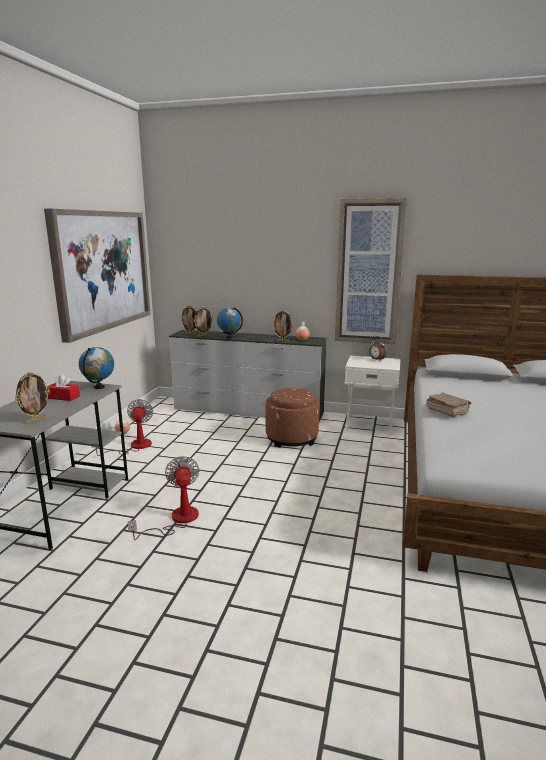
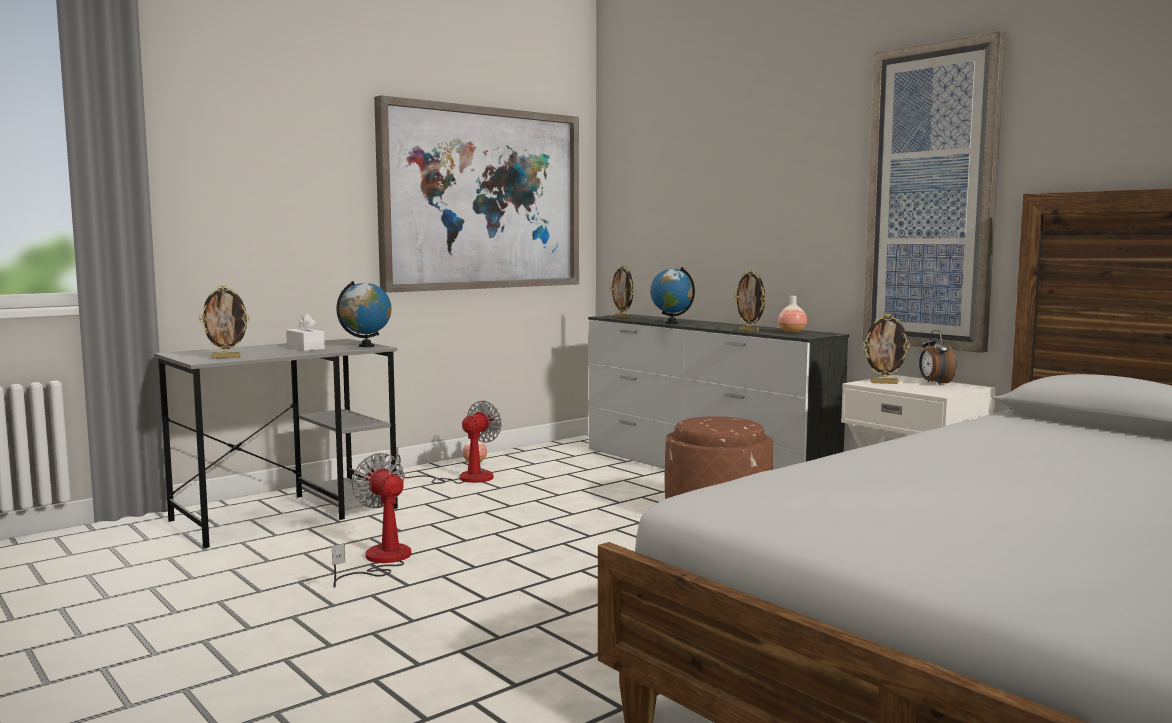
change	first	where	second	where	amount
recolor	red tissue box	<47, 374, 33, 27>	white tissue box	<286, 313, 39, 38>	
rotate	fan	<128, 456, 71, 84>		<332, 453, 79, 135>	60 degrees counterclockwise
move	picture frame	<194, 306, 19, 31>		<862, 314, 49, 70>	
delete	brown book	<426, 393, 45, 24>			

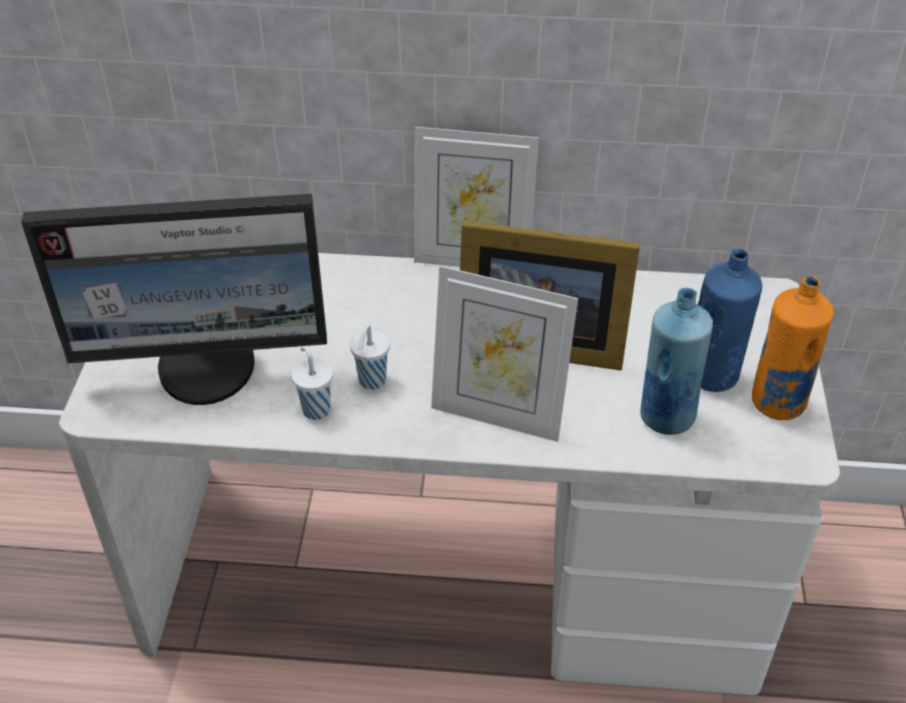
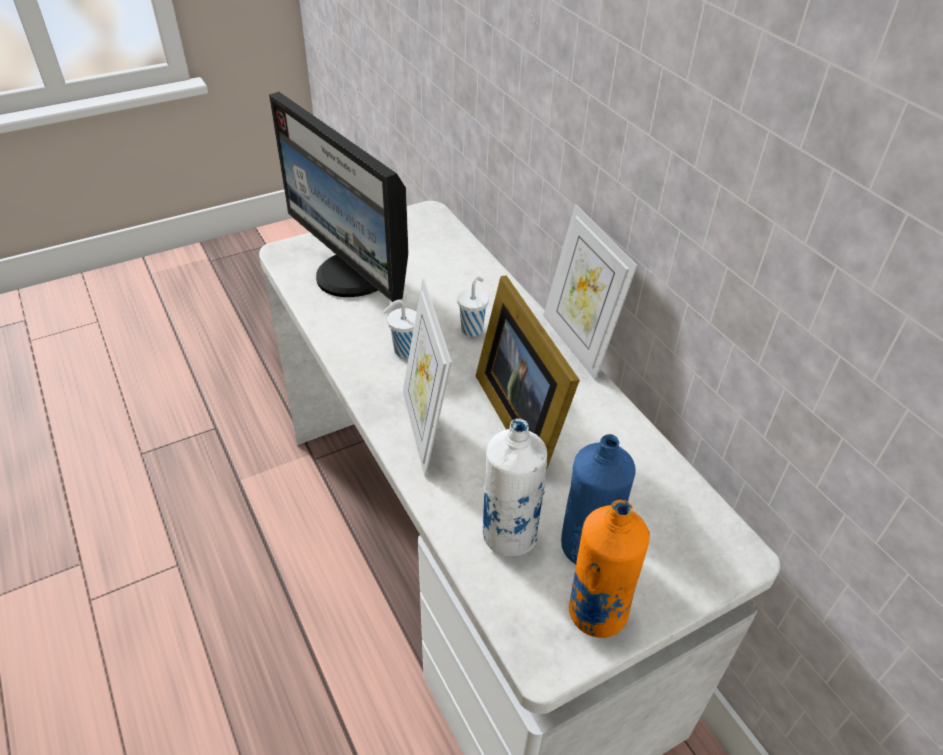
change	first	where	second	where	amount
move	white cup	<292, 346, 41, 74>		<457, 276, 32, 61>	
recolor	blue bottle	<640, 288, 73, 147>	white bottle	<483, 418, 64, 139>	

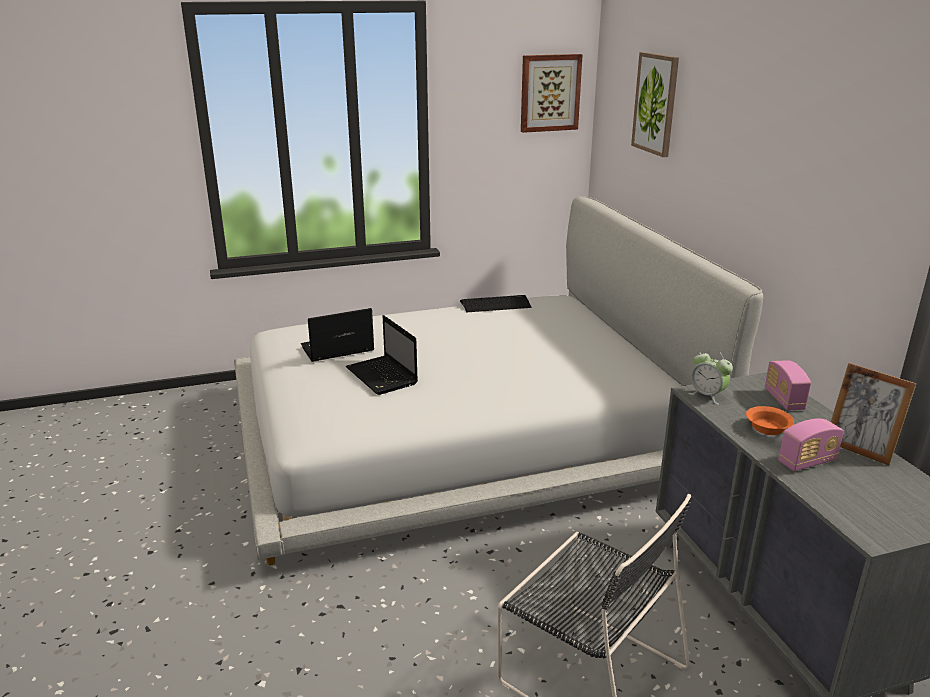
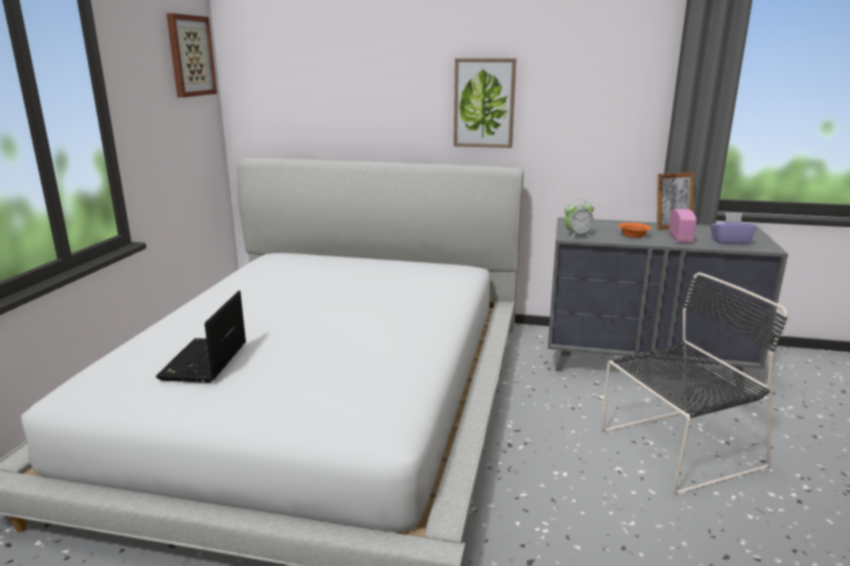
change	first	where	second	where	amount
move	picture	<631, 52, 48, 105>		<454, 58, 62, 90>	
insert			purple tissue box	<710, 212, 47, 32>	
delete	laptop	<346, 315, 72, 80>			
delete	keyboard	<460, 295, 72, 17>			
delete	radio	<765, 360, 46, 51>			

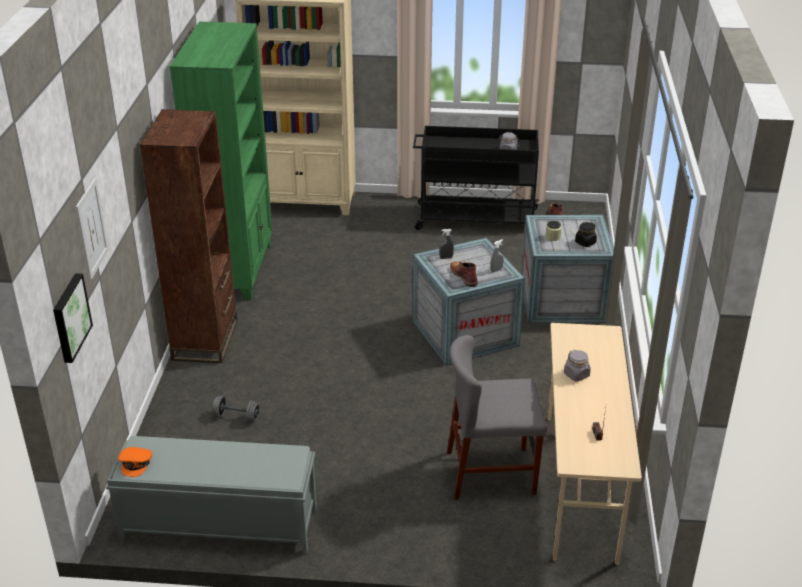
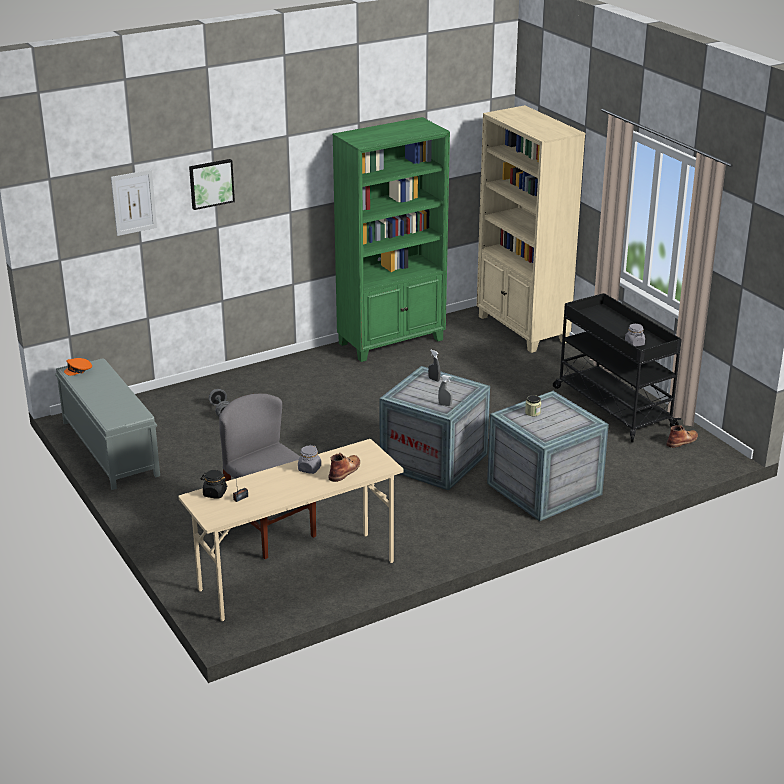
change	first	where	second	where	amount
move	picture	<53, 273, 40, 90>		<189, 159, 46, 51>	
move	black jar	<575, 222, 22, 25>		<201, 470, 26, 29>	
move	brown boot	<450, 261, 28, 26>		<329, 453, 31, 29>	
delete	brown bookcase	<140, 109, 98, 254>			

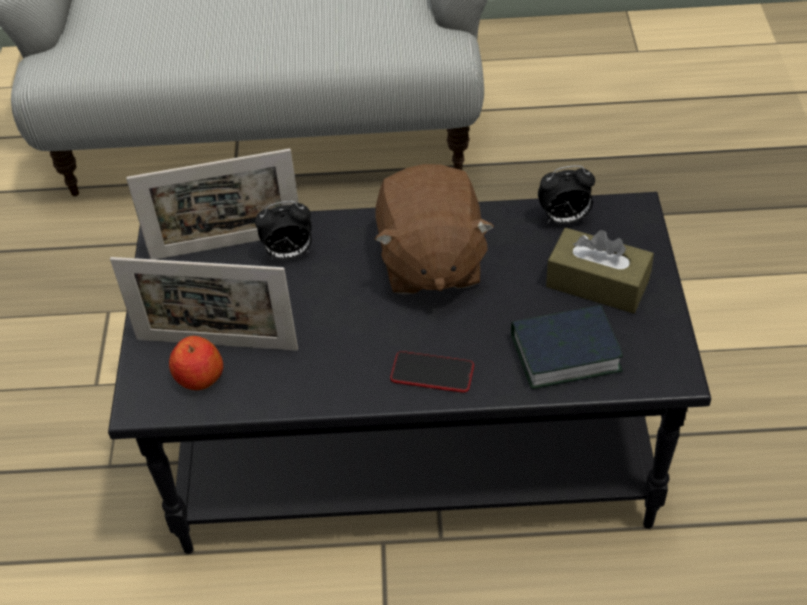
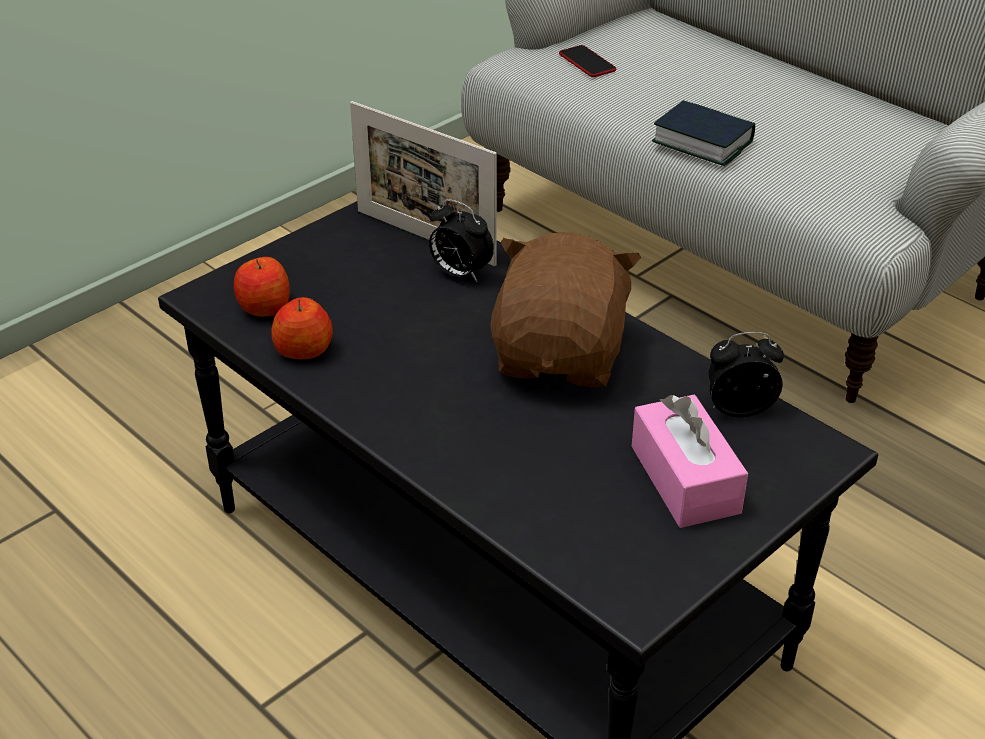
change	first	where	second	where	amount
insert			apple	<271, 297, 62, 62>	
rotate	brown plush toy	<375, 164, 119, 131>		<490, 233, 151, 154>	150 degrees clockwise
move	phone	<390, 351, 84, 42>		<559, 45, 57, 32>	
recolor	brown tissue box	<546, 228, 108, 86>	pink tissue box	<632, 395, 116, 133>	
move	book	<511, 305, 112, 84>		<652, 100, 103, 66>	
rotate	alarm clock	<538, 165, 57, 59>		<709, 332, 75, 85>	135 degrees clockwise
delete	picture frame	<110, 257, 188, 94>			

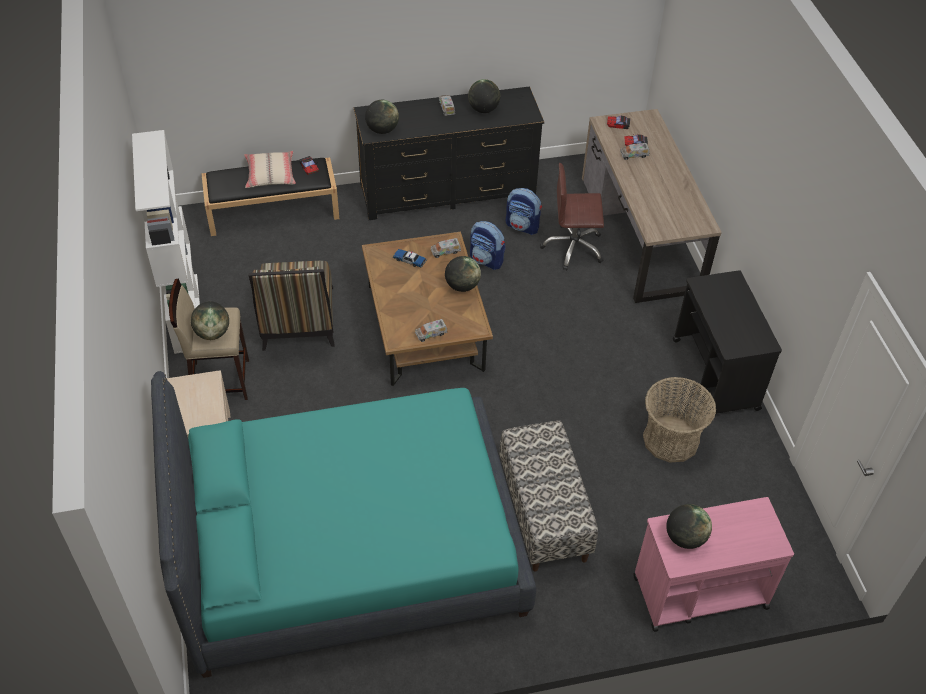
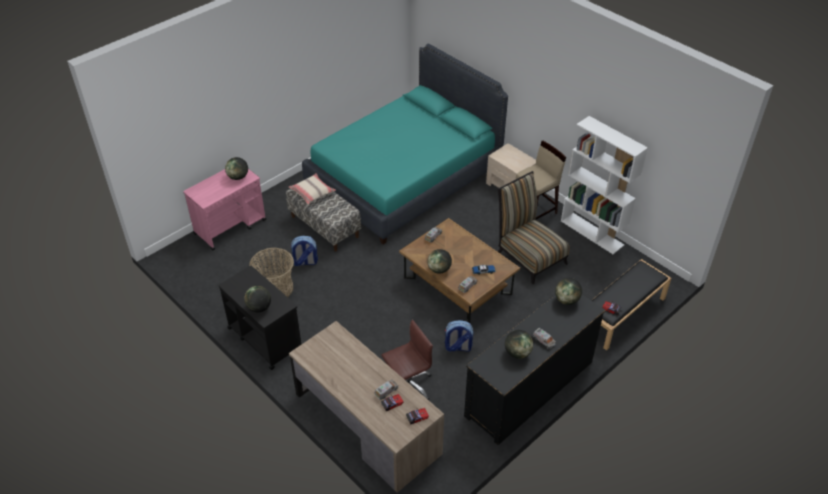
change	first	where	second	where	amount
move	globe	<191, 301, 38, 39>		<244, 286, 27, 26>	
move	beige pillow	<244, 151, 52, 37>		<289, 173, 47, 31>	
move	backpack	<506, 188, 36, 47>		<290, 236, 28, 30>	

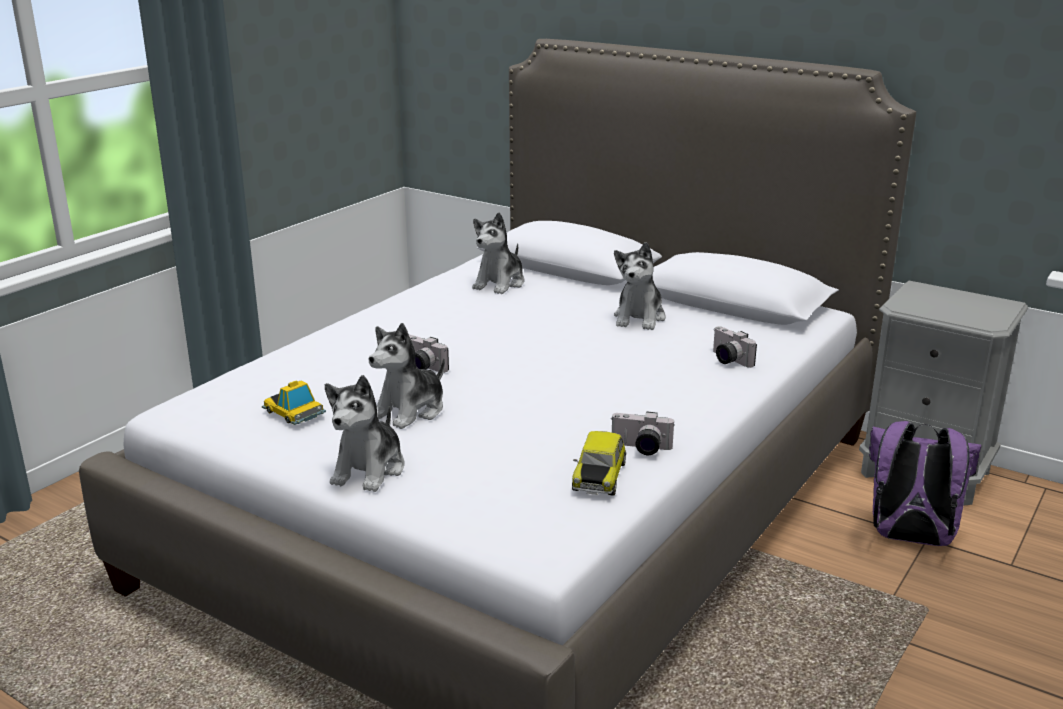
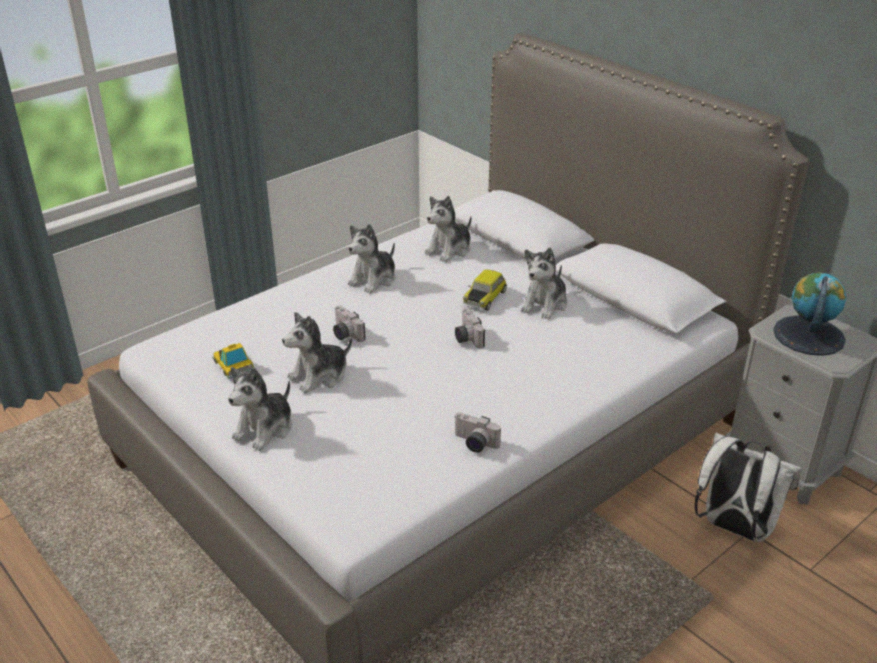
change	first	where	second	where	amount
insert			plush toy	<348, 224, 47, 70>	
move	photo camera	<713, 326, 44, 42>		<455, 309, 30, 39>	
move	toy car	<572, 431, 55, 65>		<463, 270, 44, 40>	
recolor	purple backpack	<869, 421, 112, 125>	white backpack	<695, 433, 107, 109>	
insert			globe	<773, 272, 73, 84>	

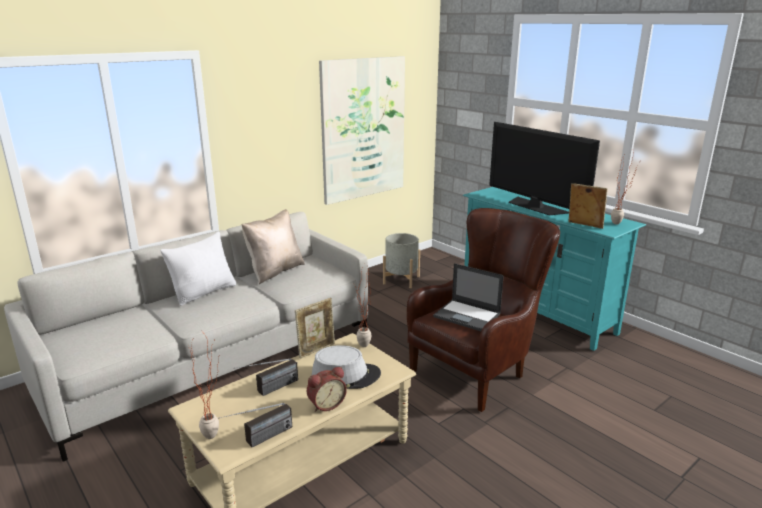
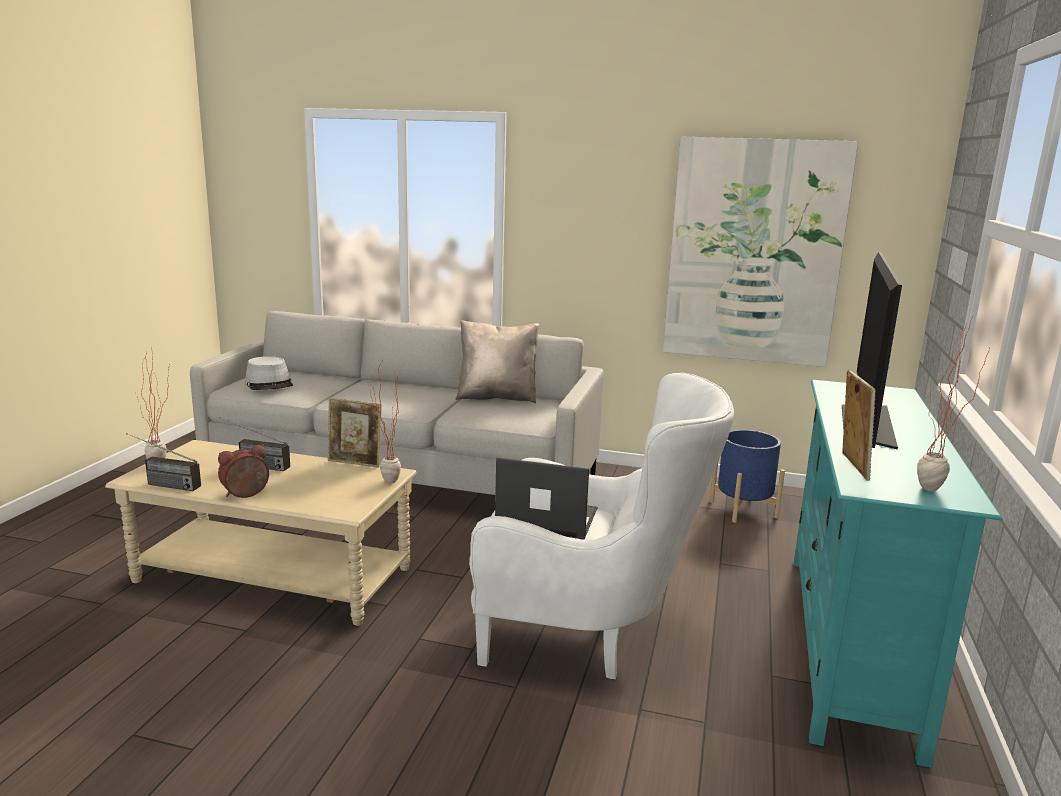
change	first	where	second	where	amount
rotate	alarm clock	<307, 367, 40, 45>		<218, 445, 51, 53>	120 degrees clockwise
move	grey hat	<311, 345, 70, 44>		<245, 356, 48, 34>	
recolor	brown armchair	<407, 208, 153, 204>	white armchair	<469, 373, 265, 306>	
rotate	laptop	<433, 263, 71, 68>		<495, 457, 102, 82>	105 degrees clockwise
recolor	grey planter	<383, 233, 37, 55>	blue planter	<710, 430, 75, 93>	
delete	white pillow	<161, 232, 75, 74>			

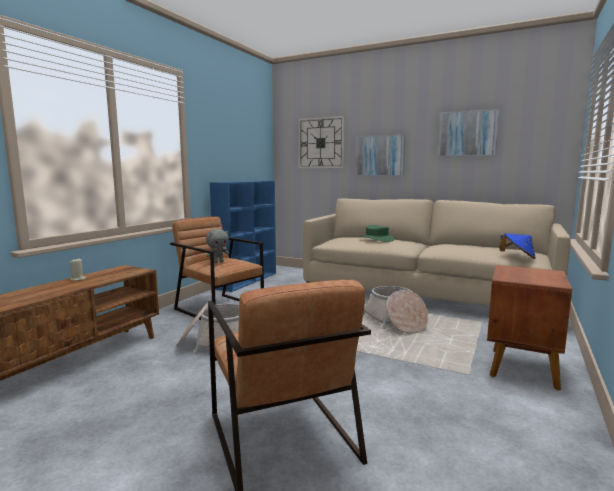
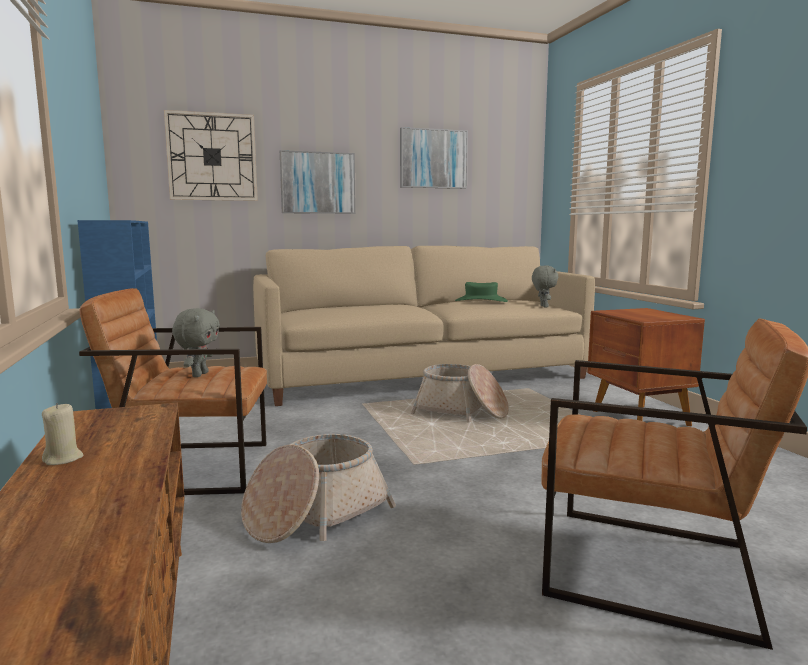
change	first	where	second	where	amount
move	green hat	<361, 225, 34, 17>		<455, 282, 53, 20>	
replace	blue hat	<499, 233, 37, 26>	grey plush toy	<532, 265, 26, 42>	

